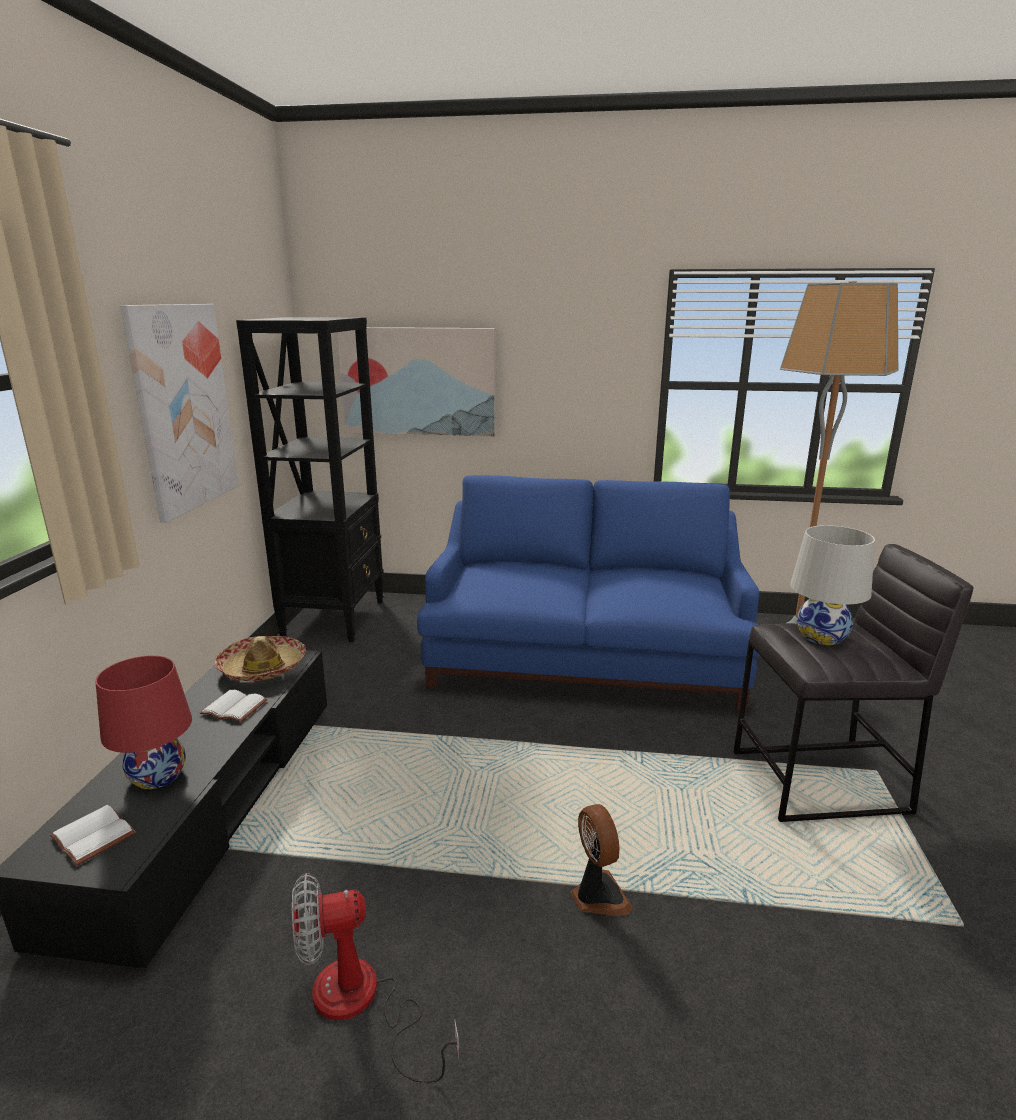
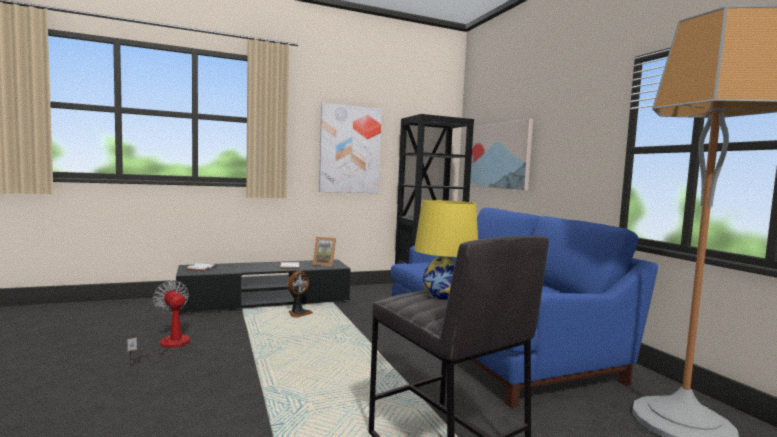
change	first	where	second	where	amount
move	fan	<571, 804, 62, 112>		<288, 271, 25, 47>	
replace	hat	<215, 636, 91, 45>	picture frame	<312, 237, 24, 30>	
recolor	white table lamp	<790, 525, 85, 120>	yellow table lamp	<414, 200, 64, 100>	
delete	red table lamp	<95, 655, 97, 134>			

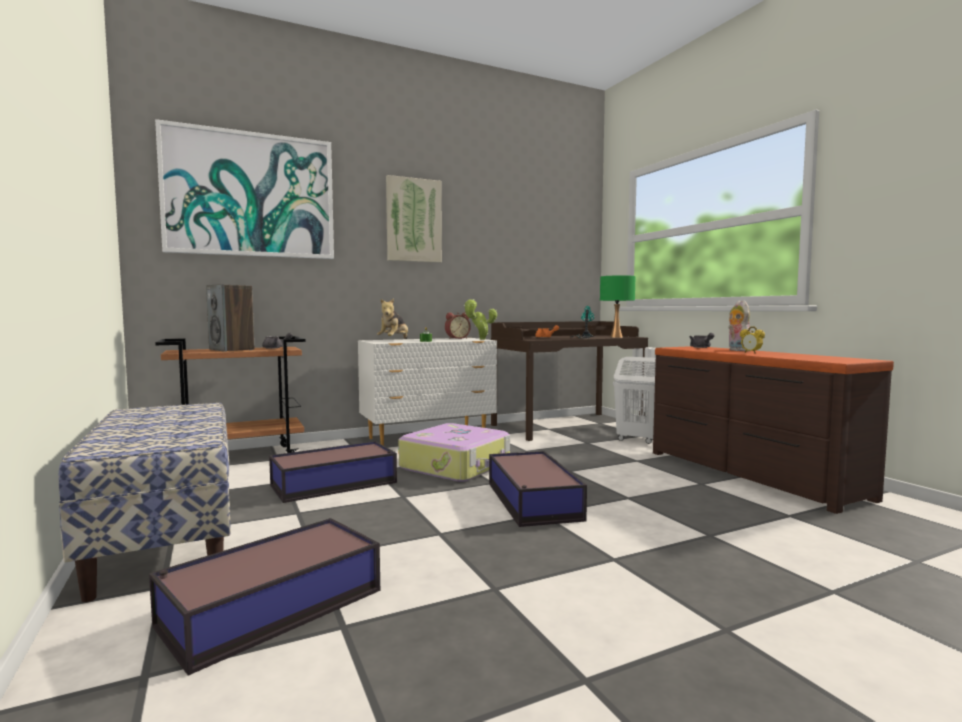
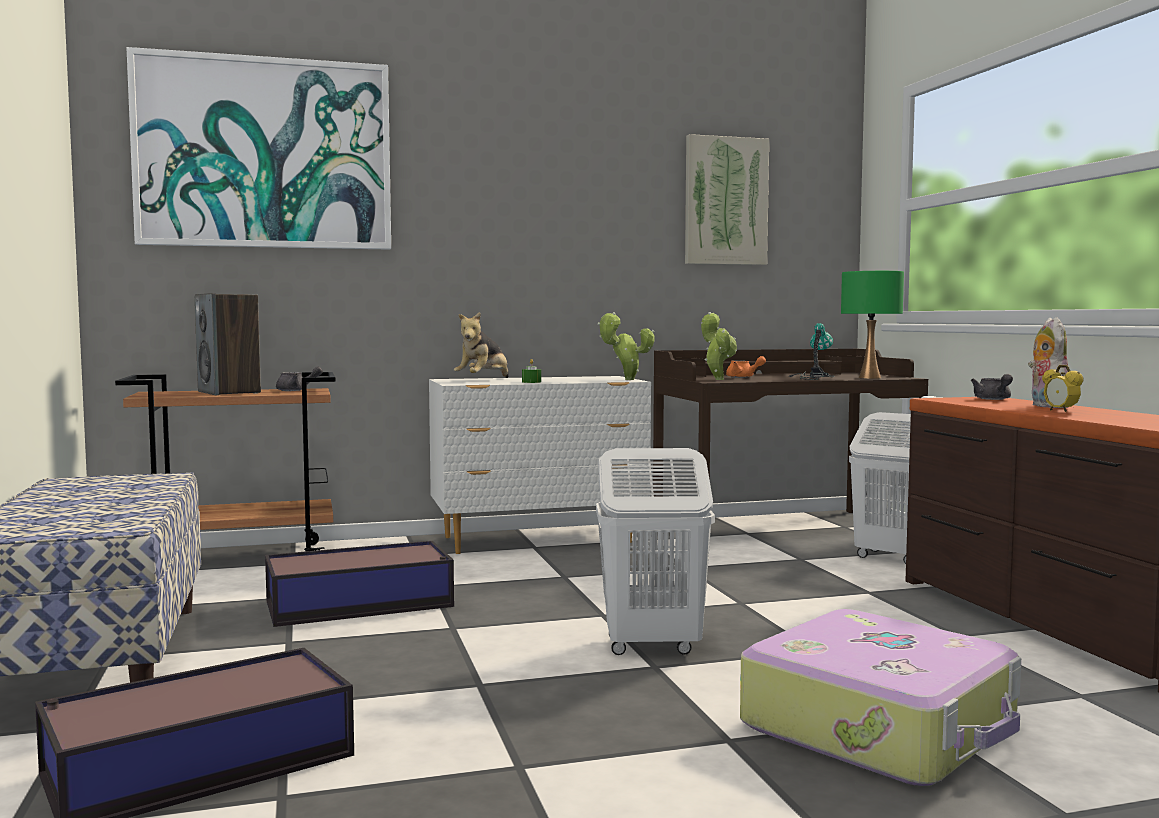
change	first	where	second	where	amount
replace	storage box	<489, 451, 98, 76>	white laundry basket	<596, 448, 119, 207>	
move	picture	<386, 175, 56, 88>		<685, 134, 84, 131>	
insert			potted plant	<701, 312, 36, 68>	
move	suitcase	<398, 423, 112, 59>		<740, 609, 281, 177>	
delete	alarm clock	<445, 312, 26, 27>			

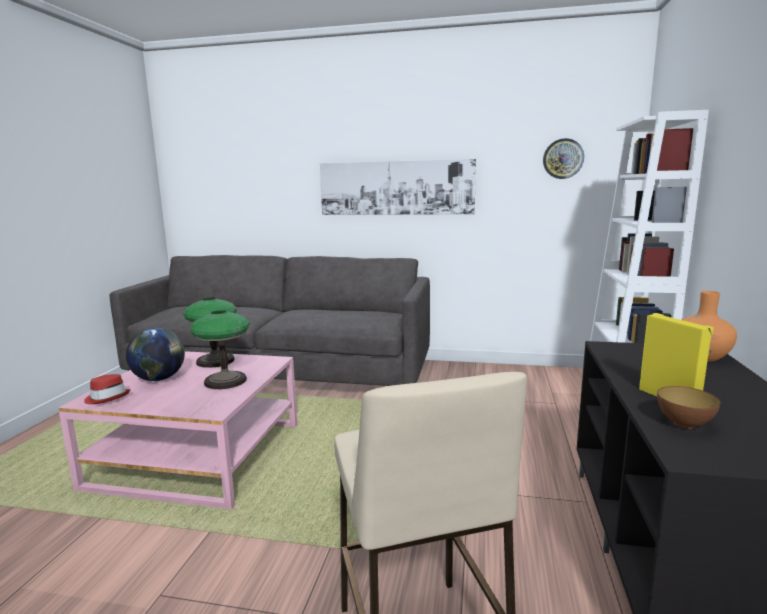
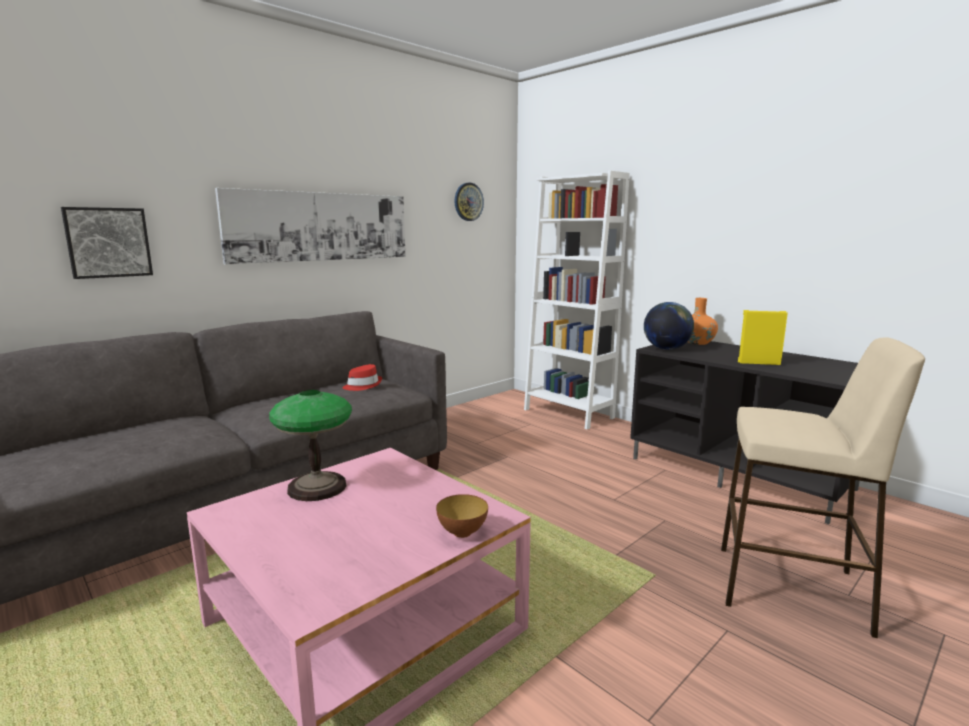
change	first	where	second	where	amount
insert			picture	<61, 207, 92, 72>	
move	red hat	<84, 374, 47, 30>		<342, 364, 40, 27>	
move	bowl	<657, 386, 64, 43>		<436, 494, 52, 44>	
move	globe	<126, 328, 59, 53>		<644, 302, 50, 48>	
delete	table lamp	<190, 310, 60, 79>			

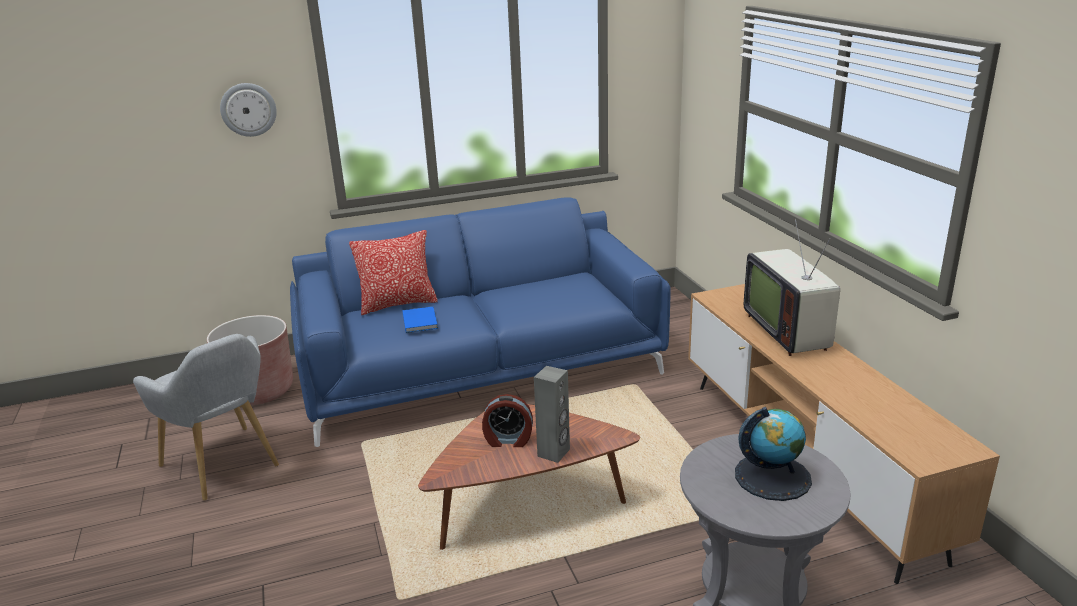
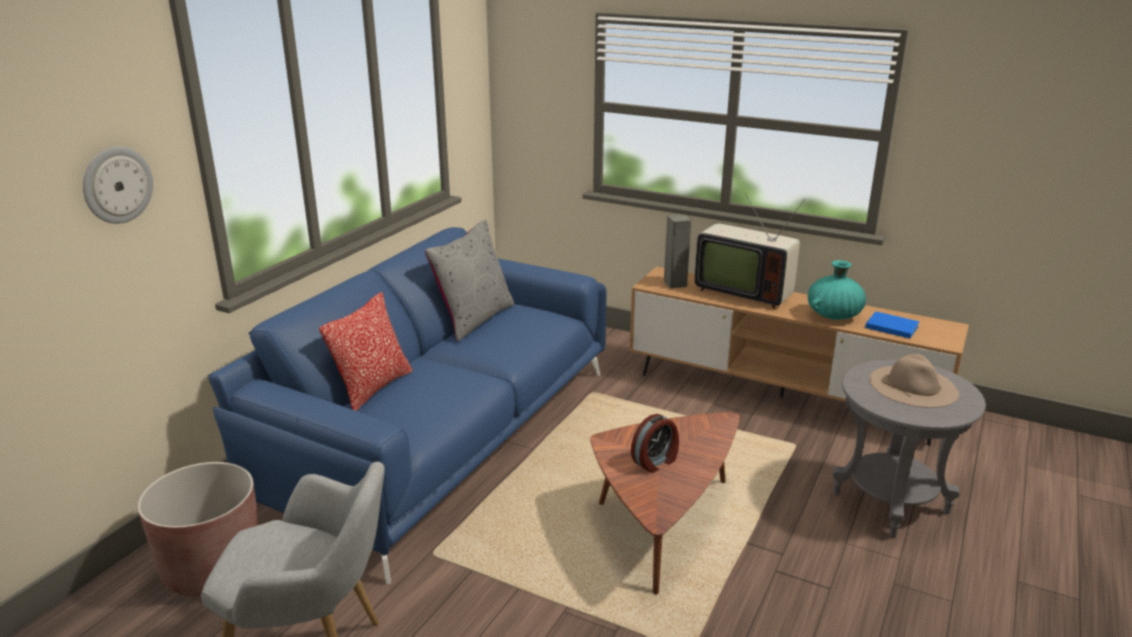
change	first	where	second	where	amount
insert			grey pillow	<425, 220, 89, 122>	
move	grey speaker	<534, 366, 36, 97>		<664, 214, 27, 74>	
insert			turquoise vase	<808, 260, 58, 60>	
move	blue book	<403, 307, 35, 26>		<865, 311, 55, 28>	
replace	globe	<735, 407, 77, 94>	beige hat	<869, 354, 90, 53>	

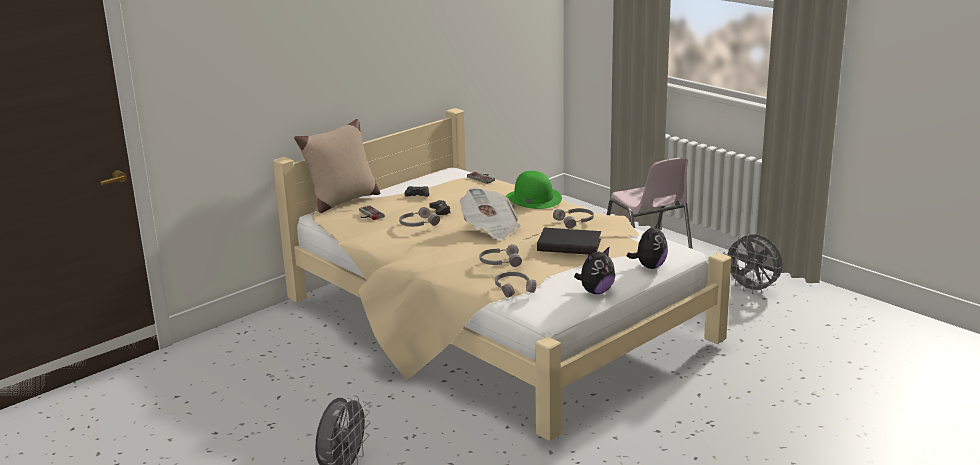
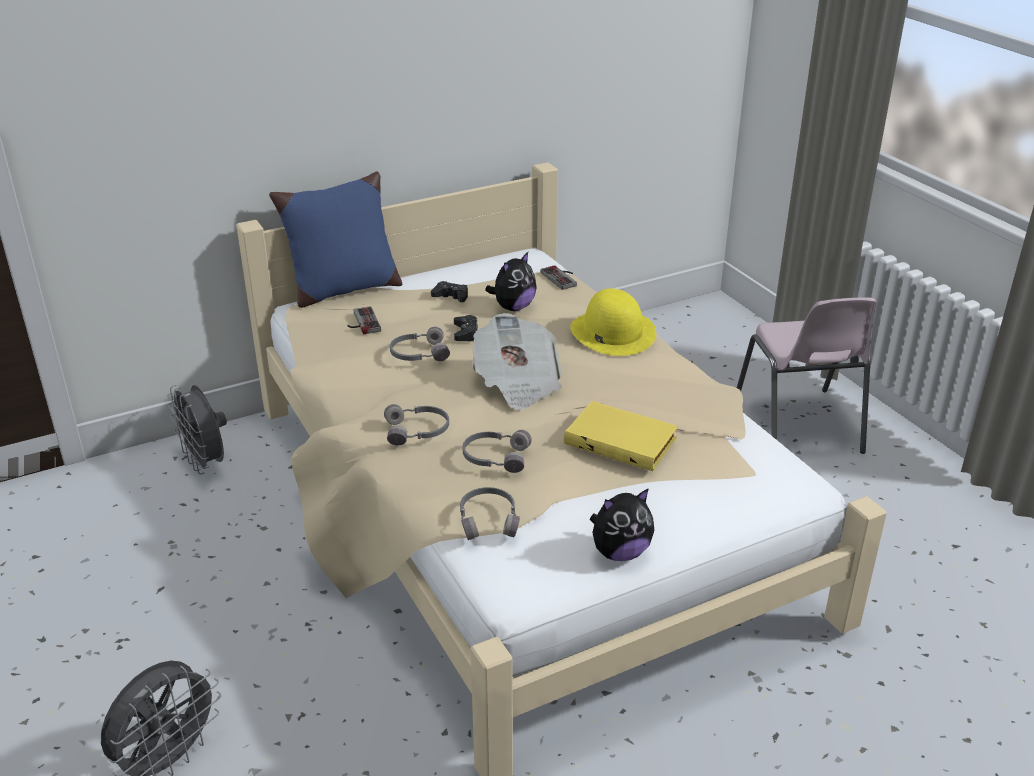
change	first	where	second	where	amount
move	grey fan	<723, 234, 59, 60>		<167, 385, 60, 89>	
recolor	beige pillow	<294, 119, 86, 94>	blue pillow	<269, 171, 133, 137>	
move	grey headphones	<553, 208, 41, 20>		<384, 404, 65, 41>	
move	plush toy	<627, 222, 41, 47>		<485, 252, 52, 59>	
recolor	black book	<537, 227, 64, 28>	yellow book	<564, 401, 114, 70>	
recolor	green hat	<506, 171, 56, 38>	yellow hat	<570, 288, 86, 68>	

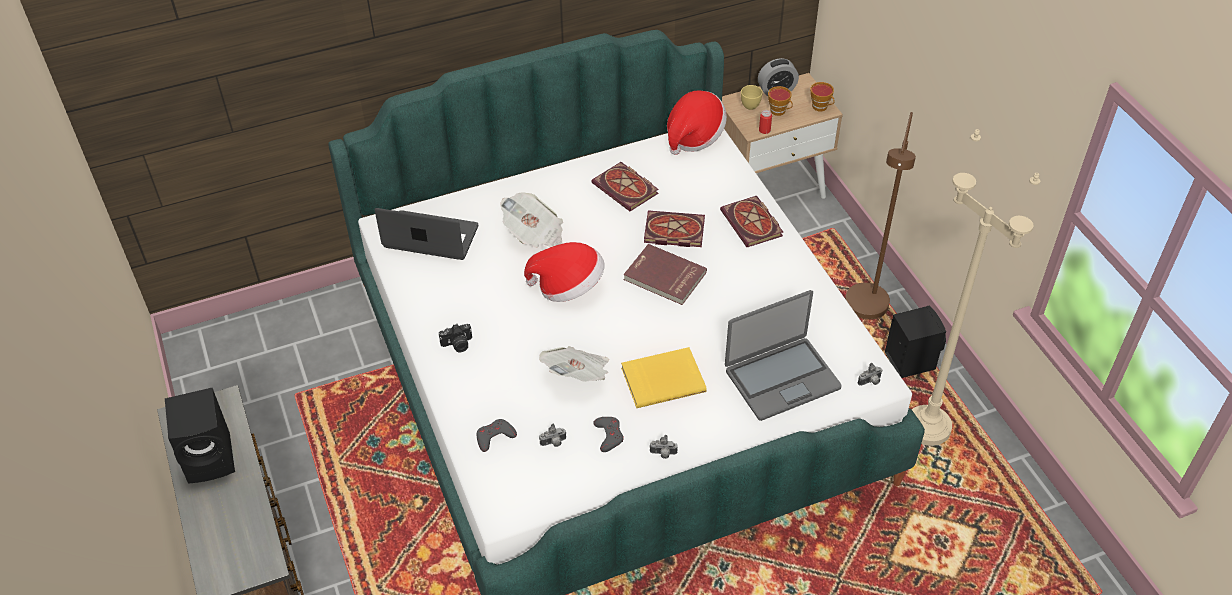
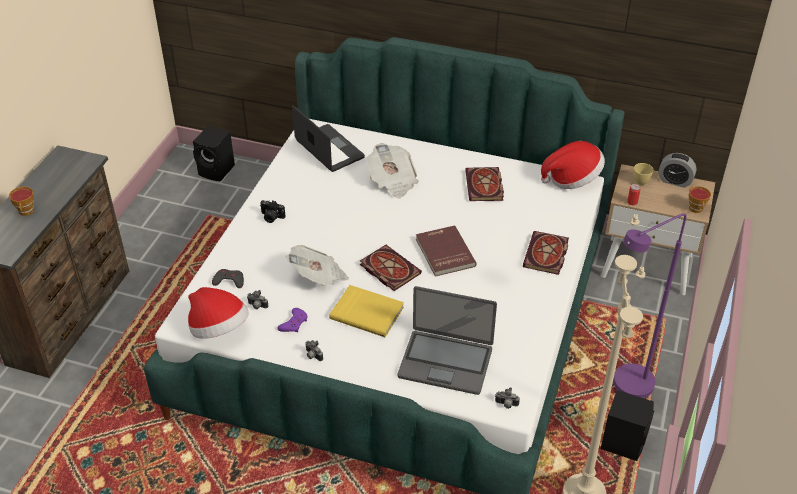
change	first	where	second	where	amount
move	cup	<768, 86, 25, 30>		<9, 187, 25, 29>	
move	hat	<524, 242, 80, 60>		<188, 287, 61, 52>	
move	black speaker	<165, 388, 70, 96>		<193, 126, 42, 55>	
recolor	grey game controller	<593, 417, 31, 35>	purple game controller	<277, 308, 30, 25>	
move	book	<644, 210, 61, 37>		<360, 245, 62, 46>	
recolor	brown floor lamp	<845, 112, 71, 208>	purple floor lamp	<613, 213, 74, 185>	

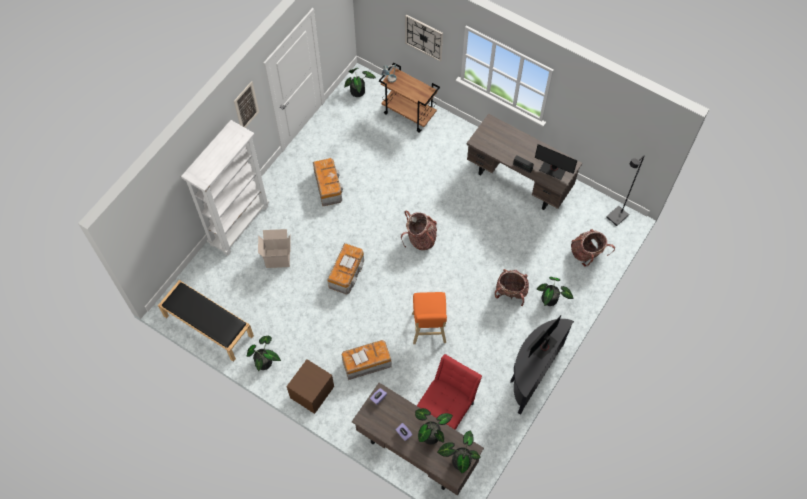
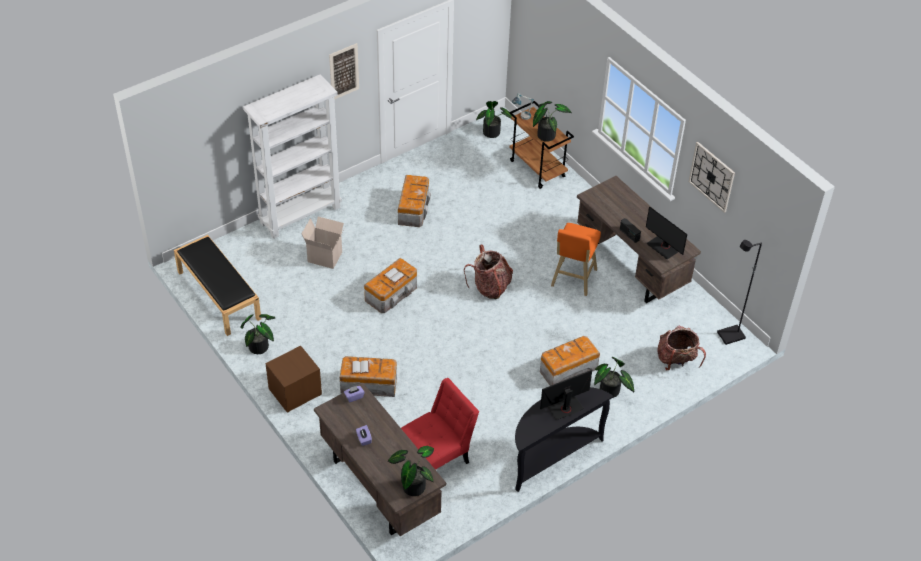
change	first	where	second	where	amount
move	potted plant	<415, 408, 38, 36>		<533, 101, 39, 41>	
replace	backpack	<495, 269, 34, 37>	storage box	<540, 336, 60, 50>	
move	orange stool	<412, 292, 35, 52>		<551, 223, 50, 73>	
move	wall clock	<405, 14, 38, 48>		<689, 142, 46, 71>	

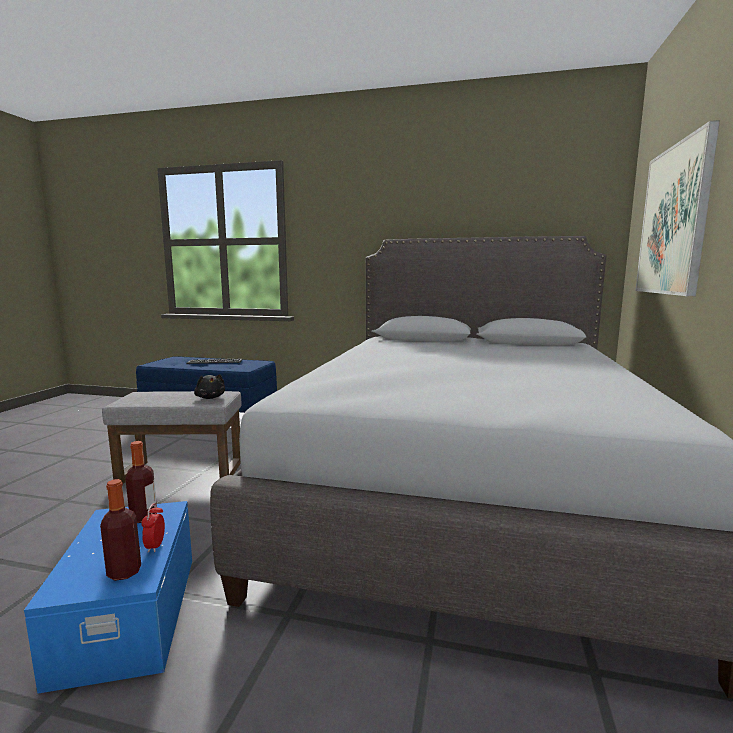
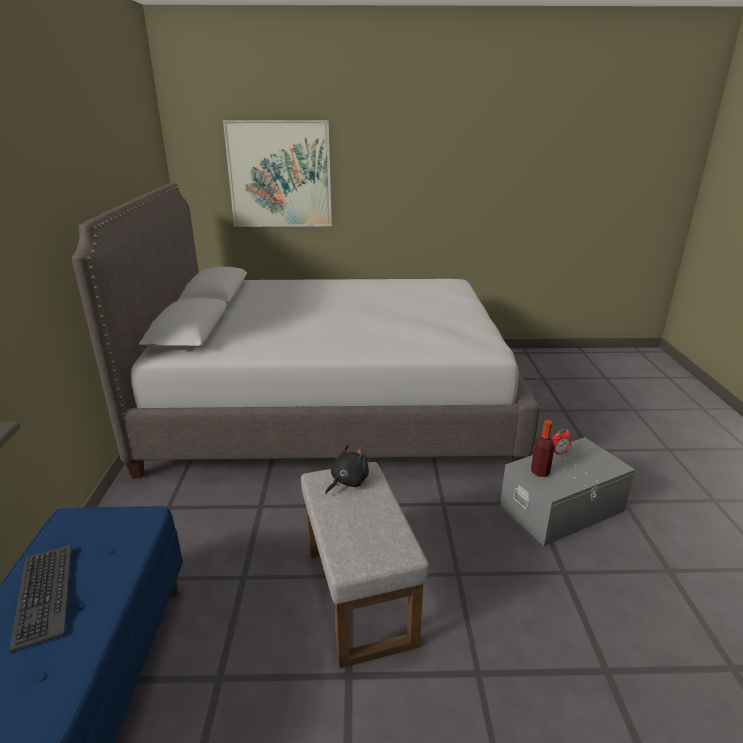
change	first	where	second	where	amount
recolor	blue storage box	<24, 501, 168, 193>	grey storage box	<500, 437, 135, 109>	
delete	bottle	<100, 479, 41, 102>			

